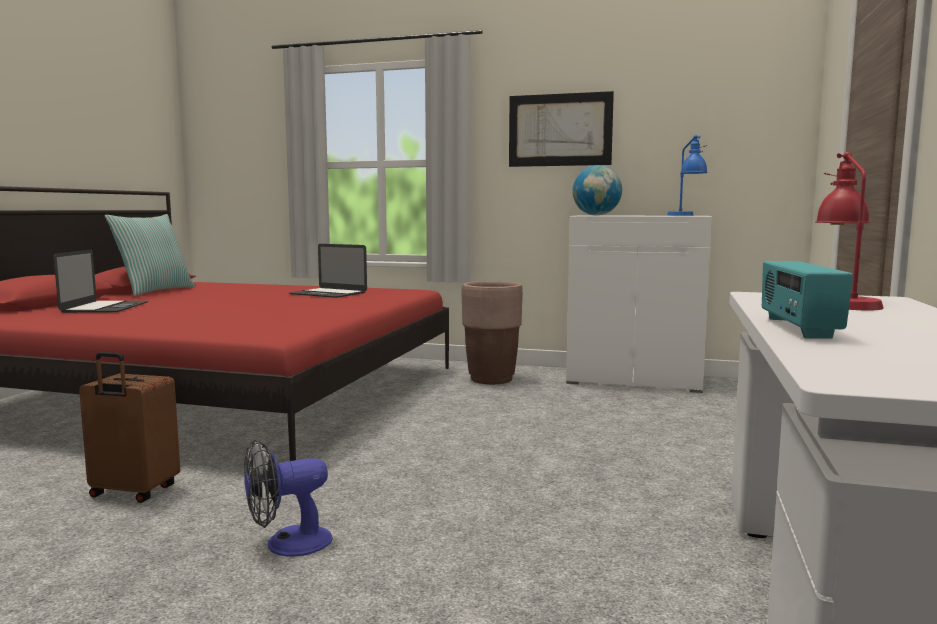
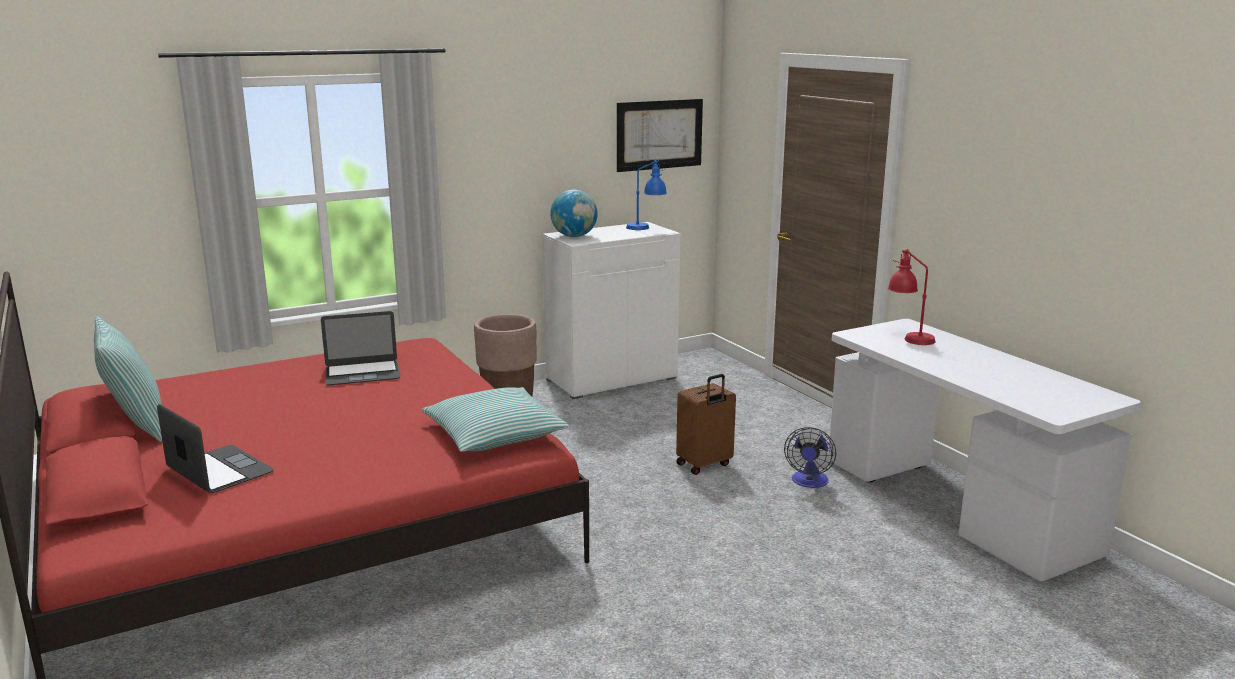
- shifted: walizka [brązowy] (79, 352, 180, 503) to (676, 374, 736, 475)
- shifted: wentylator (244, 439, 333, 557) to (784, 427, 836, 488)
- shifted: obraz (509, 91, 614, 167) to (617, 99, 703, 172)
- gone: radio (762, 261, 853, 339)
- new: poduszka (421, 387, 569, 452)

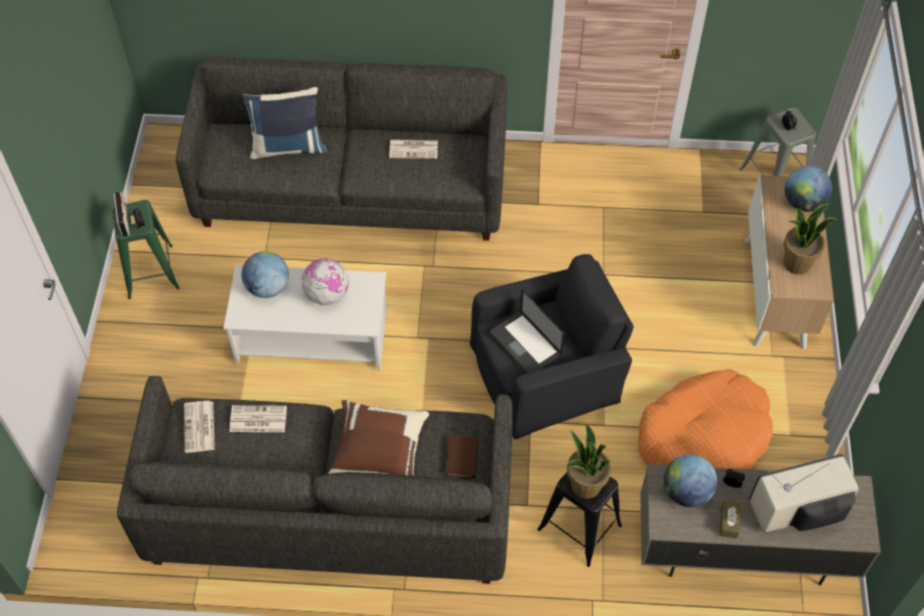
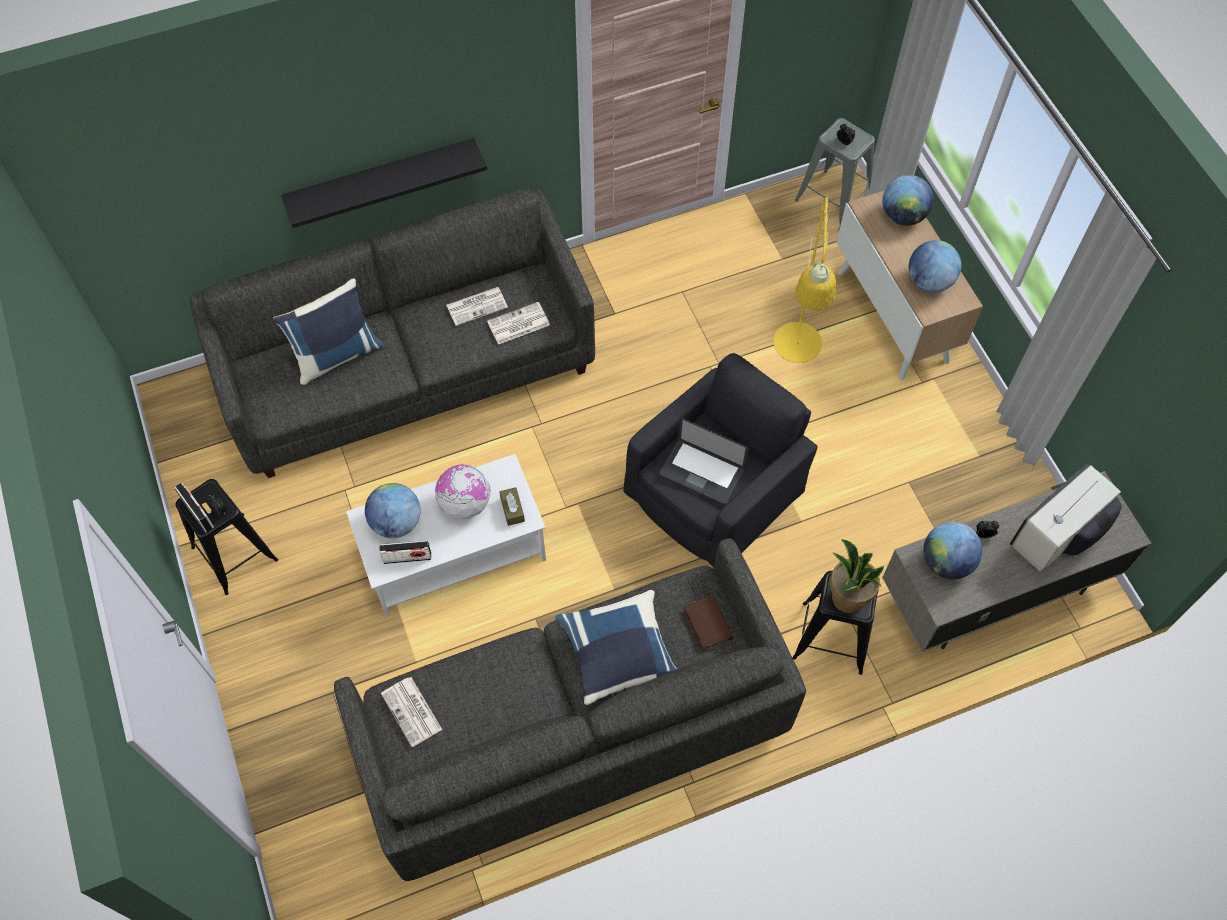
- repainted: stołek [zielony] (112, 200, 180, 299) to stołek [czarny] (176, 479, 278, 595)
- shifted: gazeta (230, 405, 287, 432) to (487, 302, 550, 345)
- repainted: poduszka [brązowy] (328, 400, 430, 476) to poduszka [niebieski] (555, 589, 677, 705)
- gone: legowisko [pomarańczowy] (638, 369, 773, 470)
- shifted: pudełko chusteczek [brązowy] (720, 501, 741, 538) to (499, 487, 525, 526)
- swapped: roślina doniczkowa (783, 203, 838, 275) to globus (909, 240, 962, 292)
- new: półka [czarny] (281, 138, 487, 228)
- new: radio (379, 540, 431, 564)
- new: lampa stojąca [żółty] (773, 196, 836, 363)

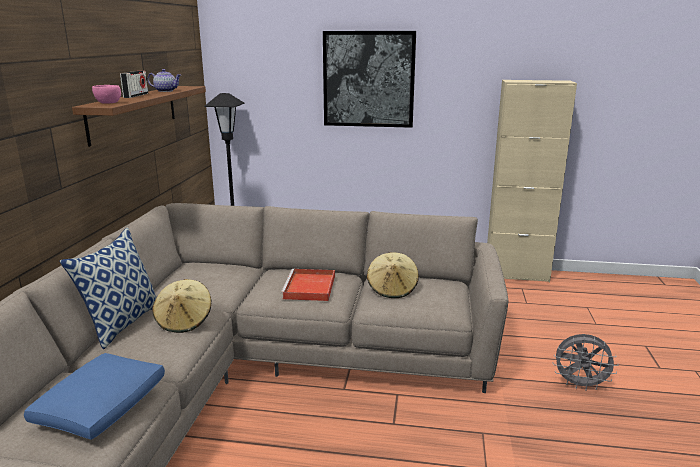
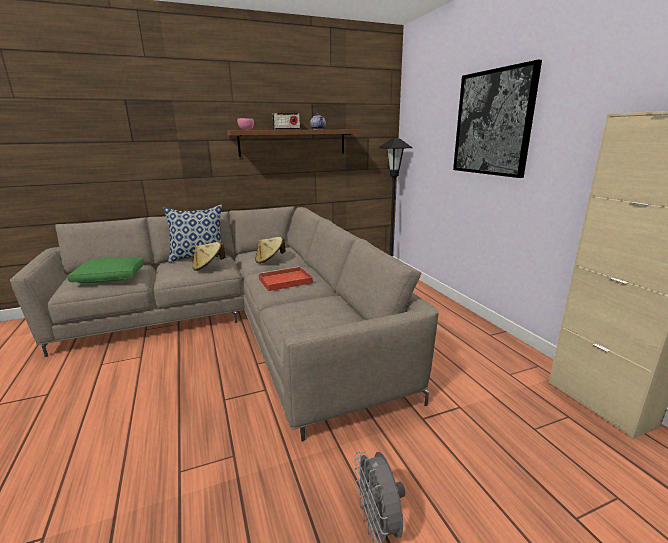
- repainted: poduszka [niebieski] (24, 353, 165, 440) to poduszka [zielony] (67, 257, 145, 283)
- shifted: kapelusz [beżowy] (367, 252, 419, 298) to (255, 237, 286, 264)

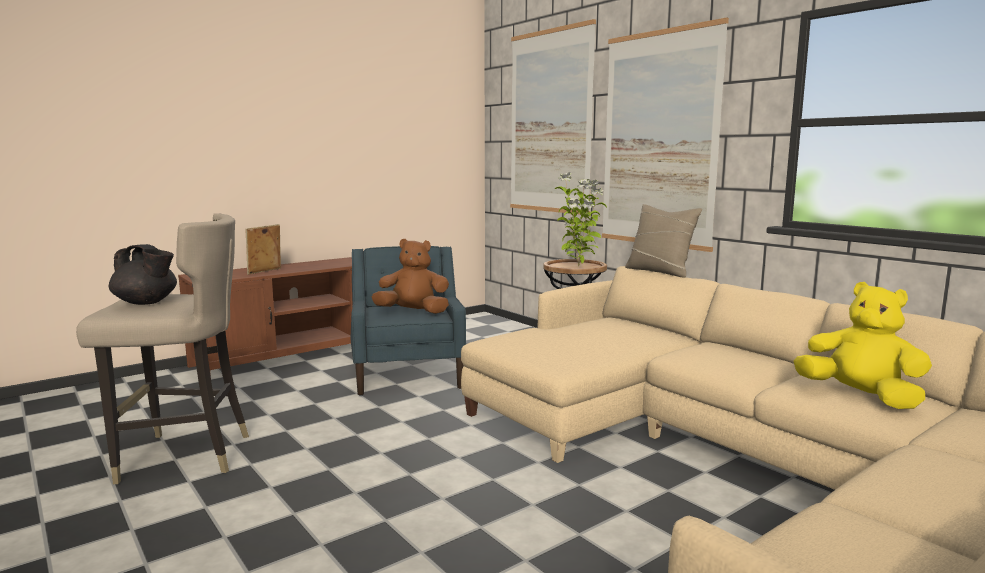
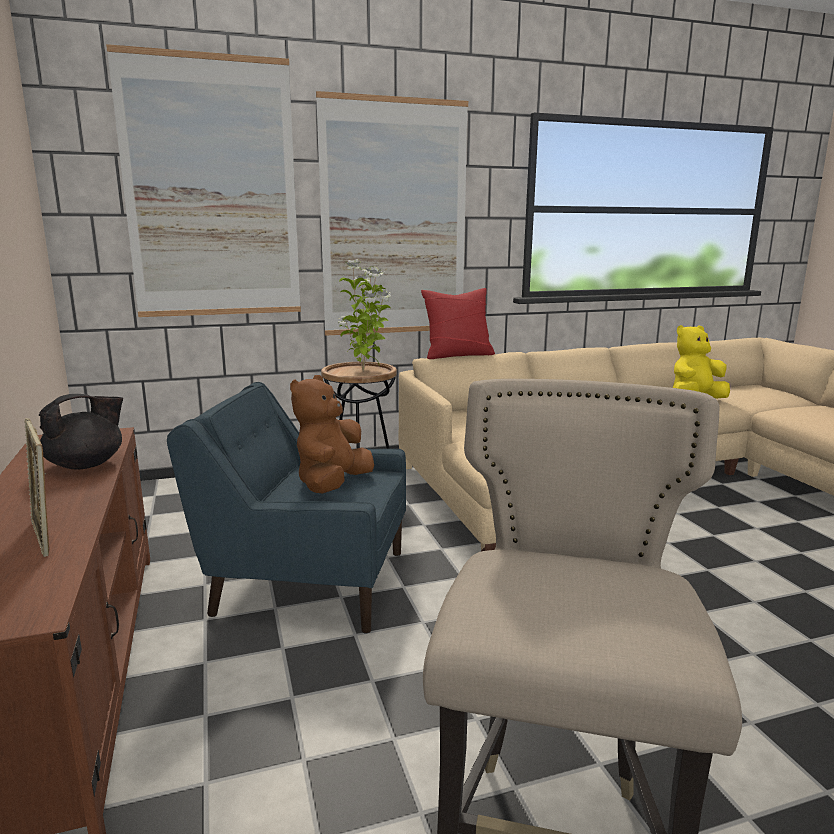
- shifted: imbryk [czarny] (109, 244, 177, 305) to (39, 394, 123, 469)
- repainted: poduszka [beżowy] (625, 204, 702, 277) to poduszka [czerwony] (421, 288, 495, 359)

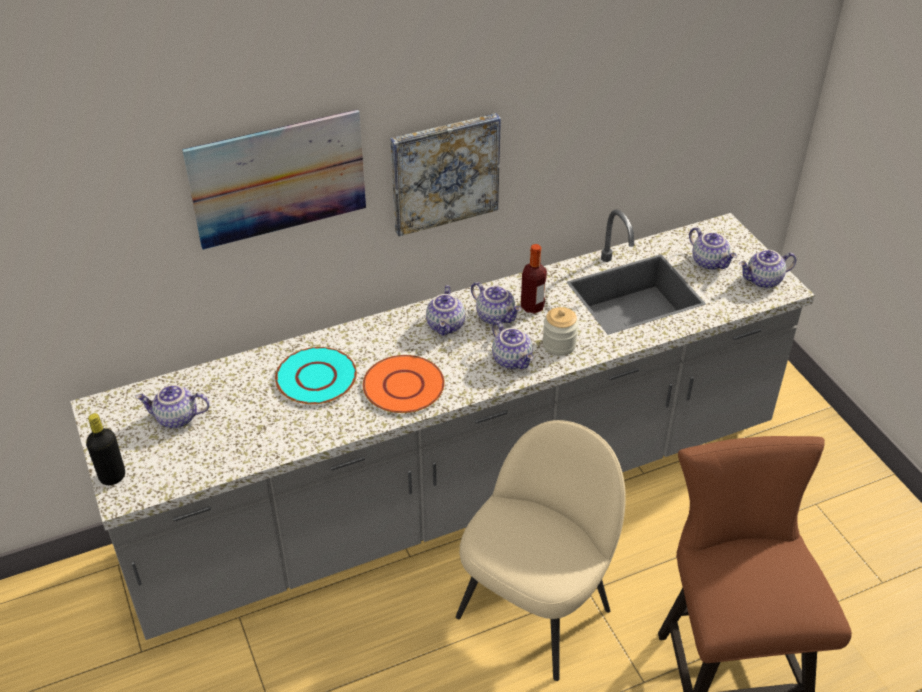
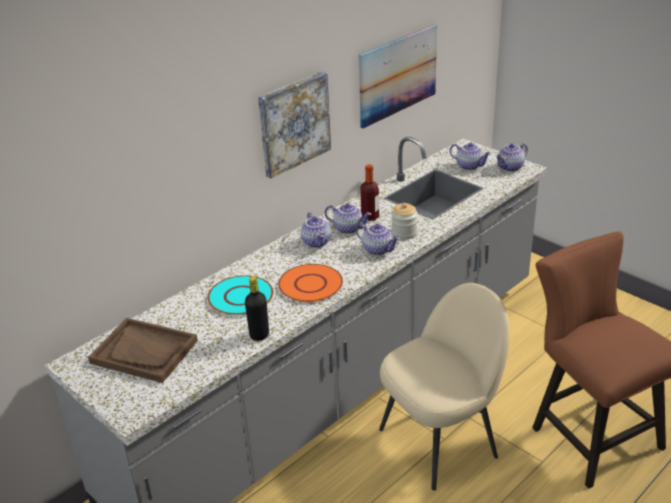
- shifted: butelka [czarny] (86, 413, 125, 485) to (245, 276, 269, 341)
- swapped: imbryk (136, 385, 210, 428) to taca [brązowy] (88, 318, 198, 383)
- shifted: obraz (182, 109, 366, 250) to (359, 24, 437, 129)
- rotated: krzesło [beżowy] (456, 420, 626, 681) = (379, 283, 510, 491) 45 degrees clockwise

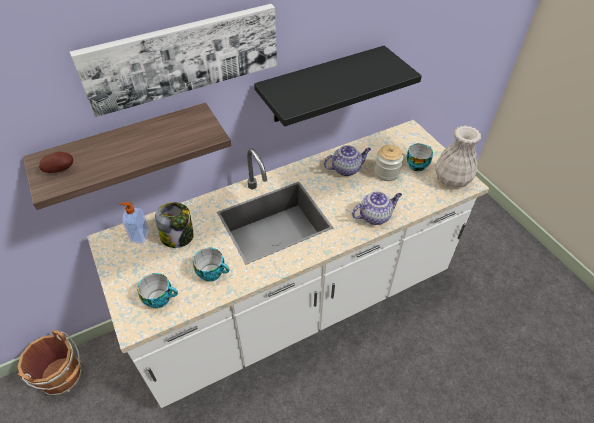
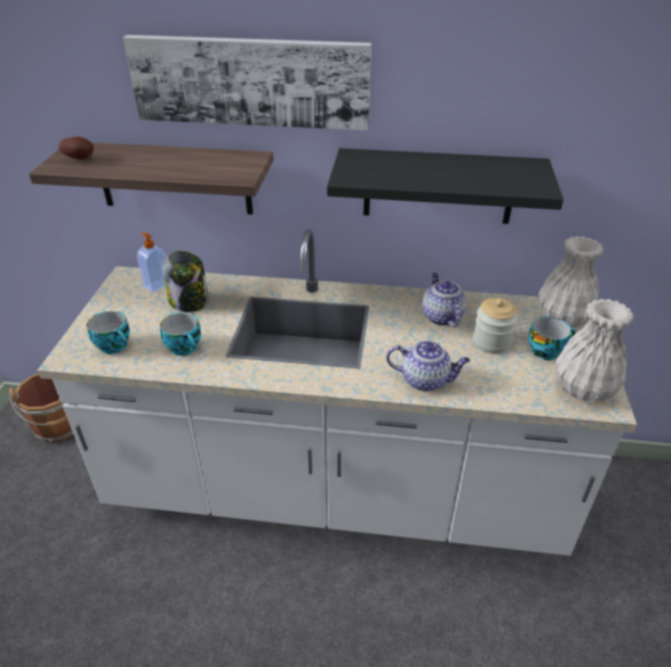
- rotated: imbryk (324, 145, 371, 176) = (422, 273, 467, 327) 120 degrees counterclockwise
- new: wazon [biały] (538, 236, 604, 328)

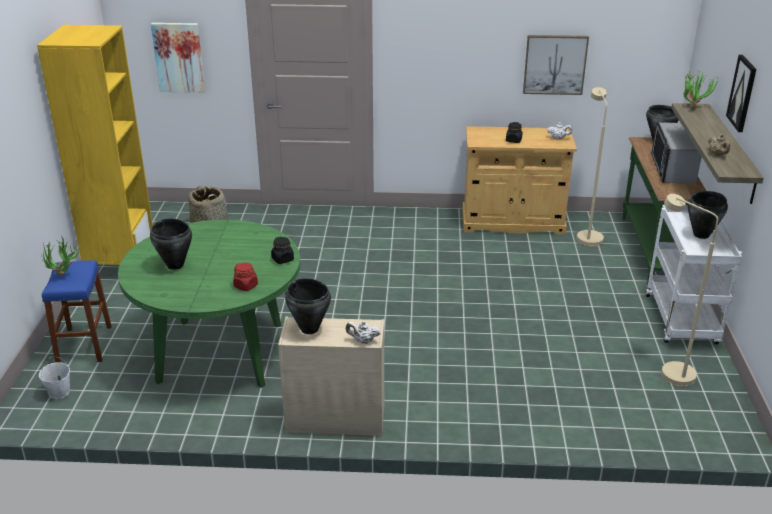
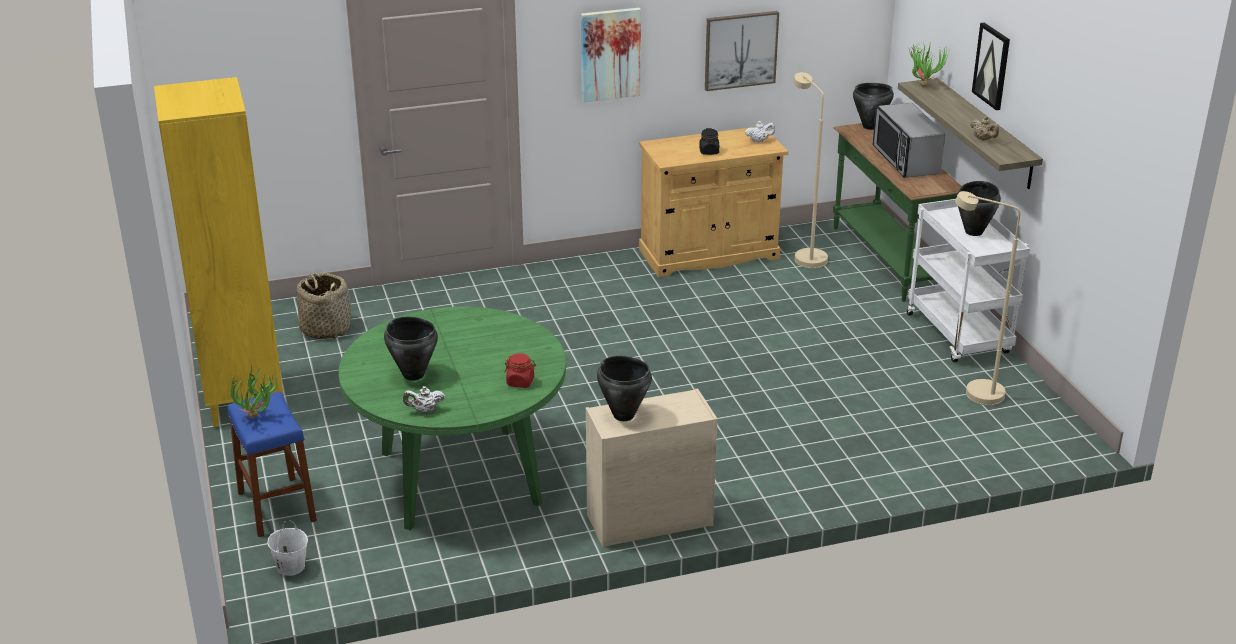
- shifted: obraz (151, 23, 205, 93) to (581, 8, 641, 102)
- gone: słoik [czarny] (271, 237, 294, 264)
- shifted: imbryk [biały] (346, 321, 381, 344) to (403, 386, 445, 413)

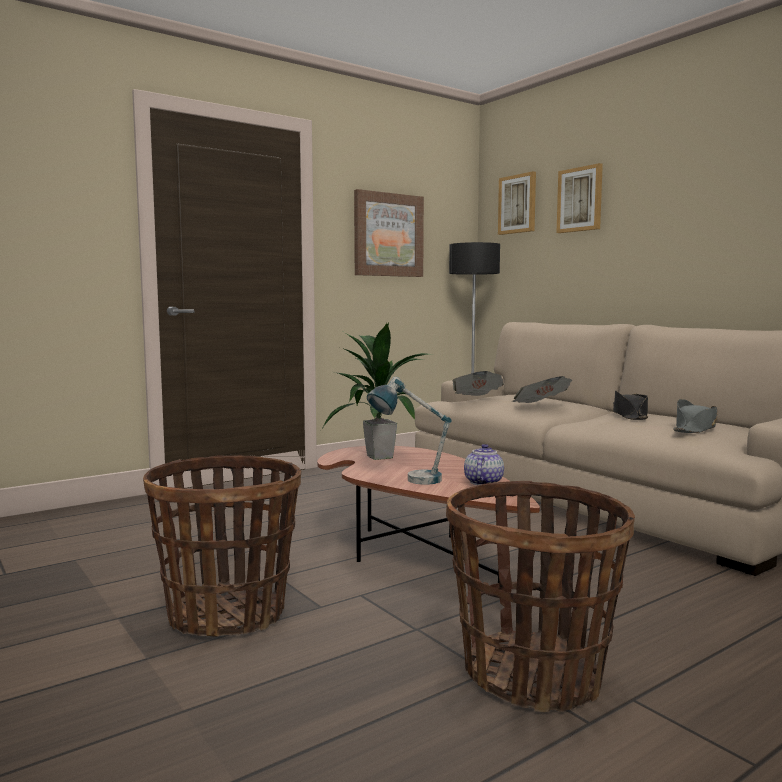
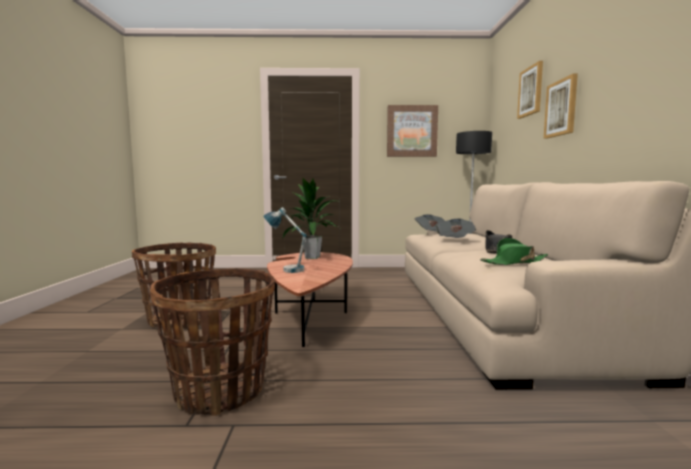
- gone: imbryk (464, 444, 504, 485)
- shifted: obraz (498, 171, 536, 235) to (544, 74, 578, 139)
- repainted: kapelusz [szary] (673, 399, 717, 433) to kapelusz [zielony] (480, 238, 548, 265)

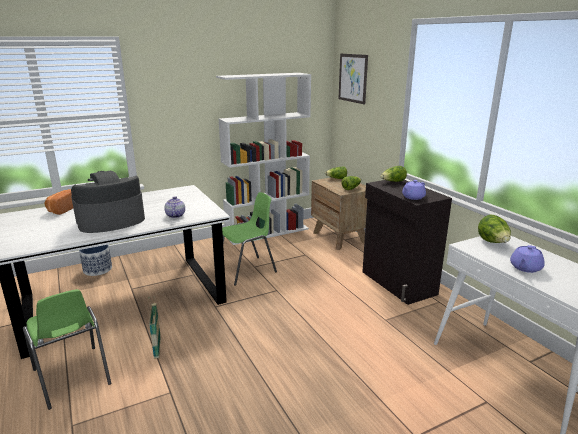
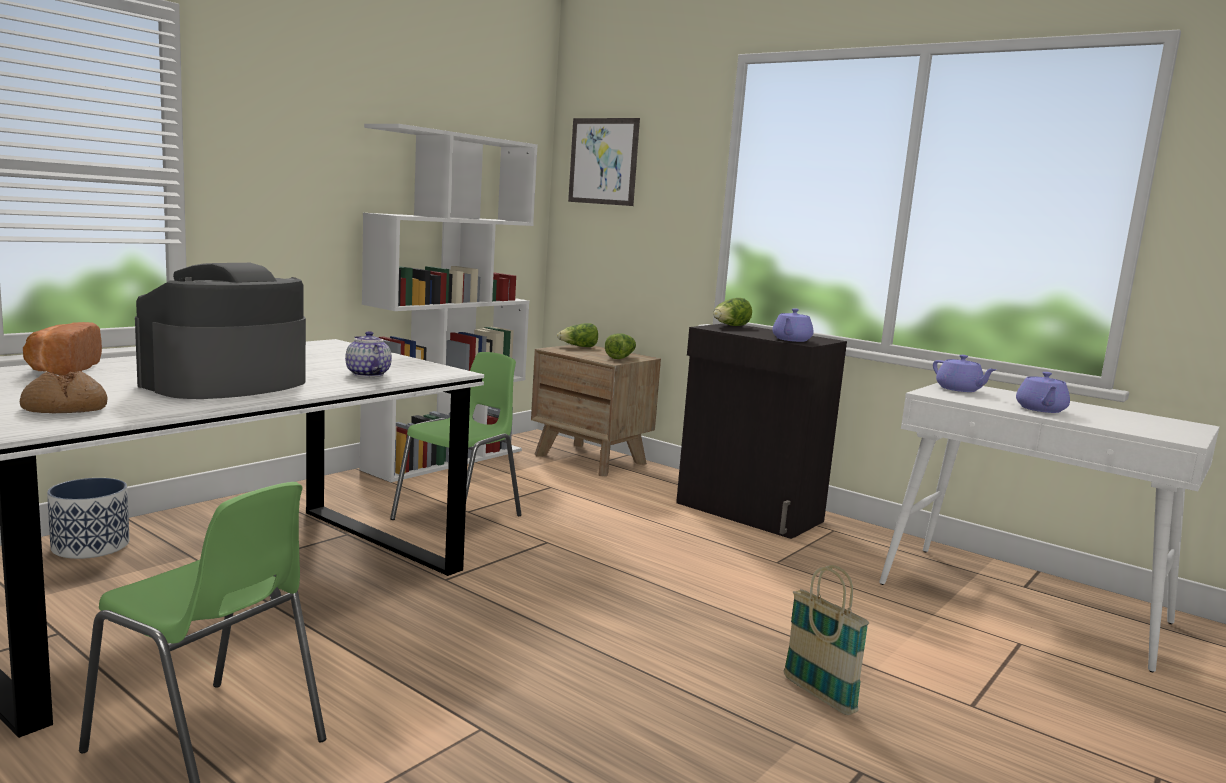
- shifted: koszyk (148, 297, 161, 359) to (784, 565, 869, 715)
- swapped: sałata (478, 215, 511, 243) to imbryk [fioletowy] (933, 355, 997, 392)
- new: chleb (20, 371, 107, 413)

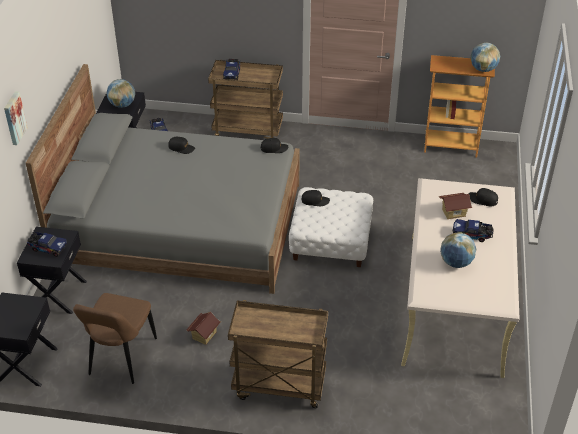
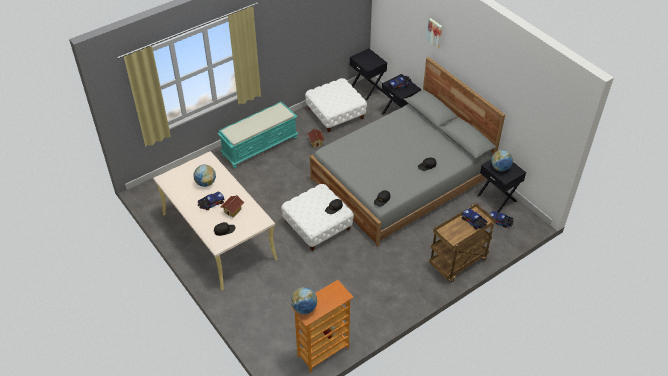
- swapped: krzesło [brązowy] (73, 293, 157, 384) to pufa [biały] (305, 78, 367, 132)
- swapped: wózek [brązowy] (228, 300, 328, 408) to ławka [turkusowy] (217, 101, 298, 168)

